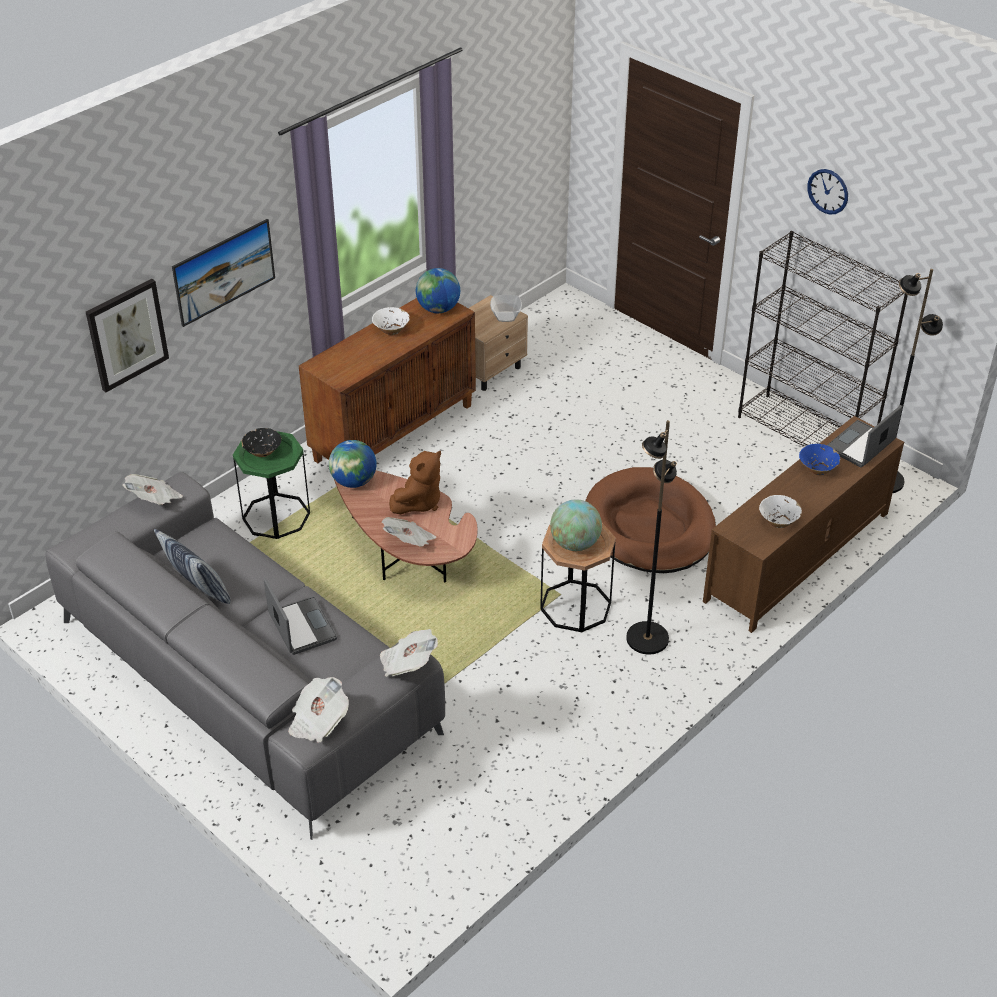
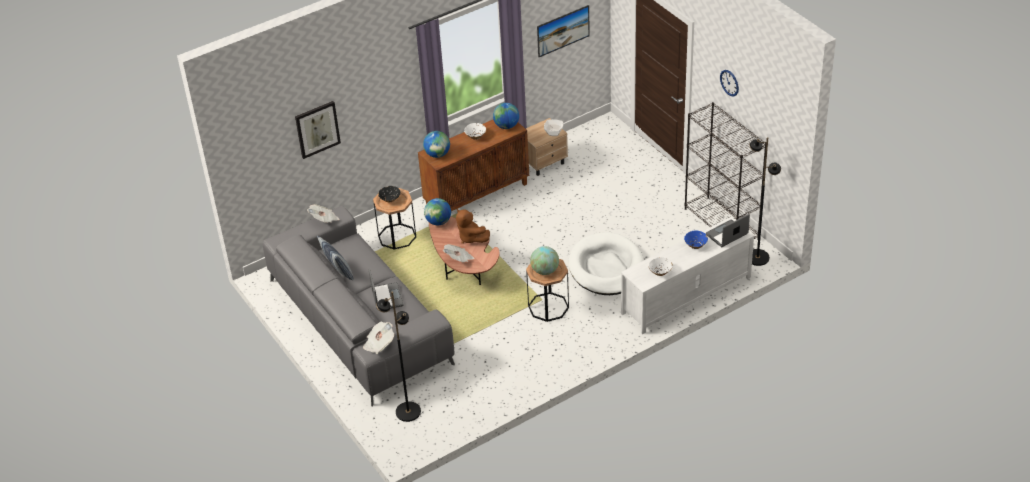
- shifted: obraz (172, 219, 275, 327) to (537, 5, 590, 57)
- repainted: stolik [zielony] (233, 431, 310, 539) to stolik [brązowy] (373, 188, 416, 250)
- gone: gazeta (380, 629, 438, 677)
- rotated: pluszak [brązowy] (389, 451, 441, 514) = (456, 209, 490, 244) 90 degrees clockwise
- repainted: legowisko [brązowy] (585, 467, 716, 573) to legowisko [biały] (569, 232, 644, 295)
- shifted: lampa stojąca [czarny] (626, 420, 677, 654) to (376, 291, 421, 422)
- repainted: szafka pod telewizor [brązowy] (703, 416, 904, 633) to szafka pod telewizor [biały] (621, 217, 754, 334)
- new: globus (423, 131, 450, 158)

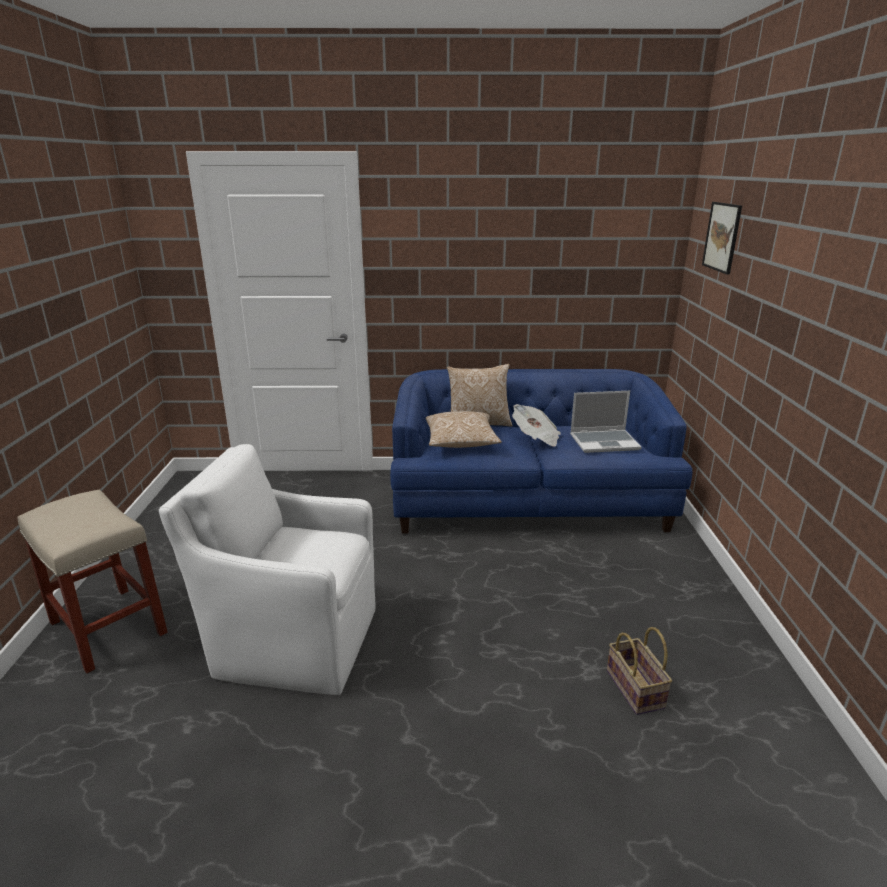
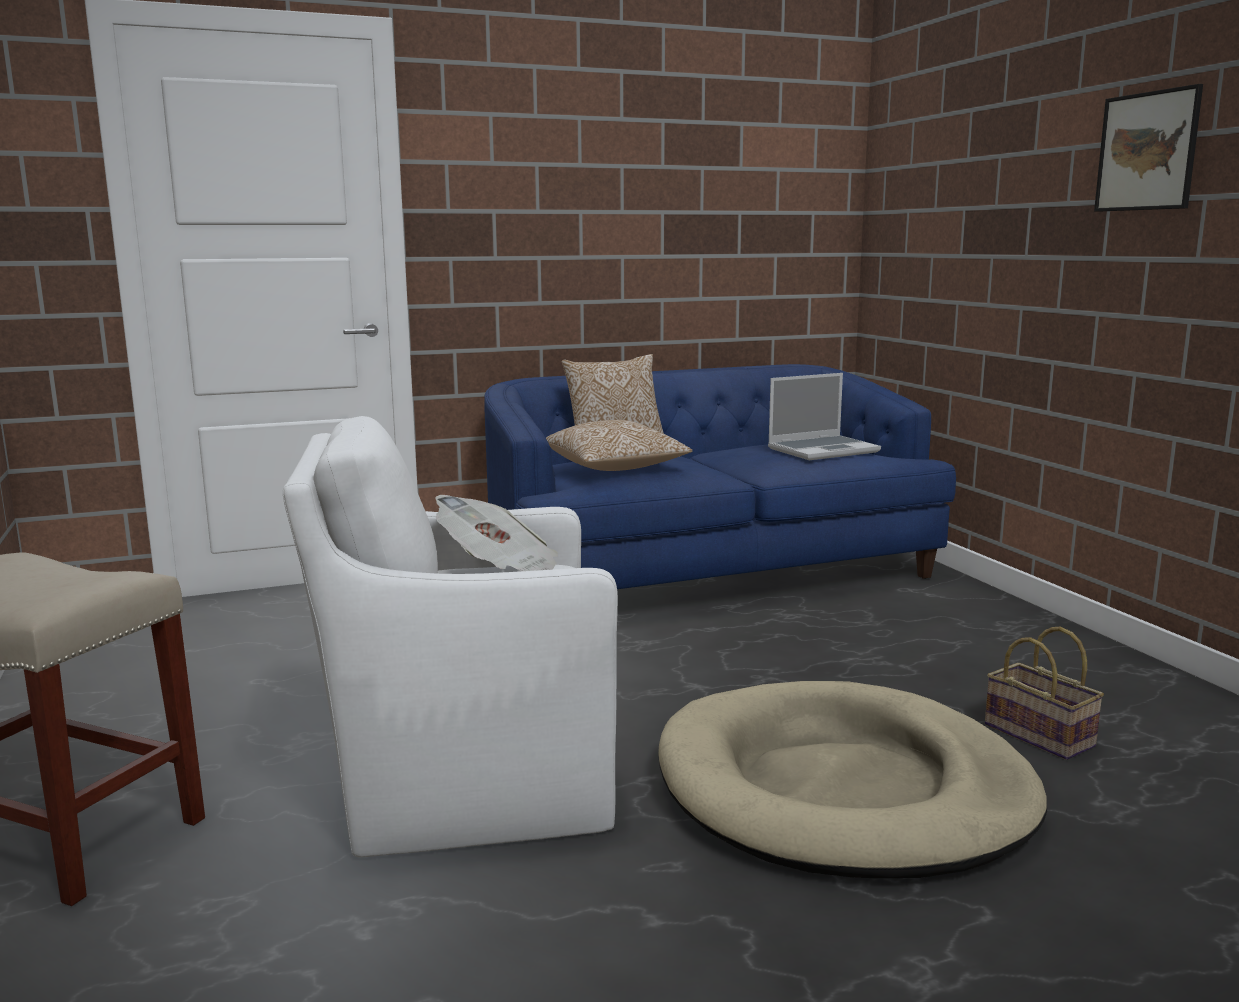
- shifted: gazeta (512, 404, 561, 447) to (435, 495, 558, 571)
- shifted: obraz (702, 202, 742, 275) to (1094, 84, 1203, 212)
- new: legowisko [beżowy] (658, 681, 1047, 878)

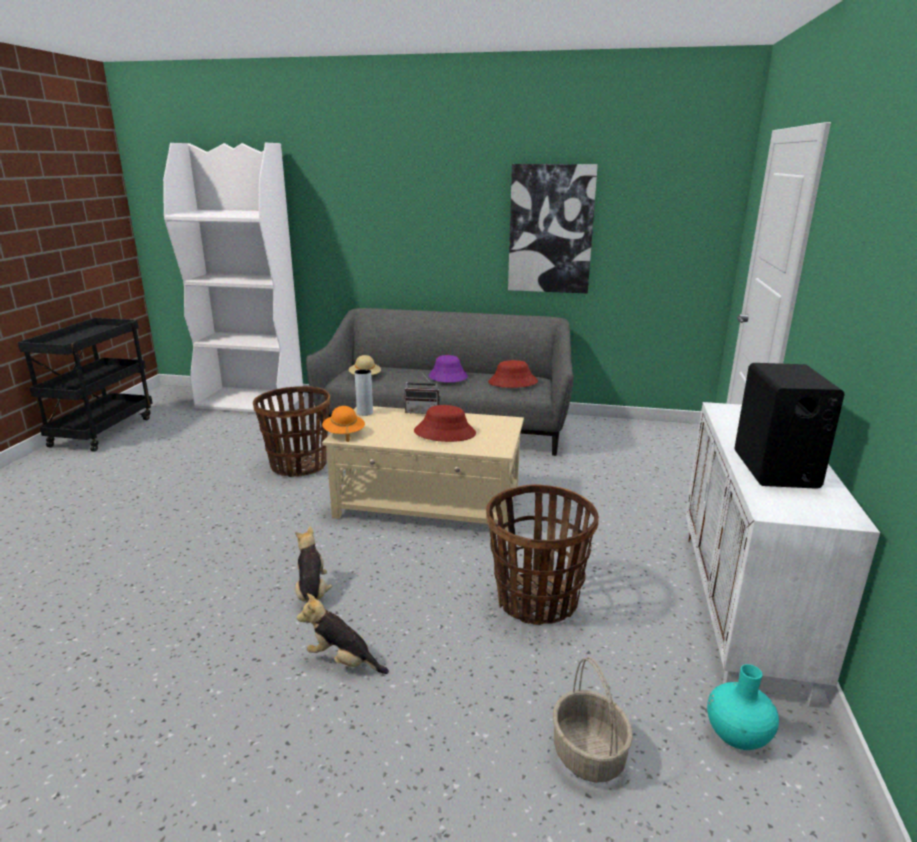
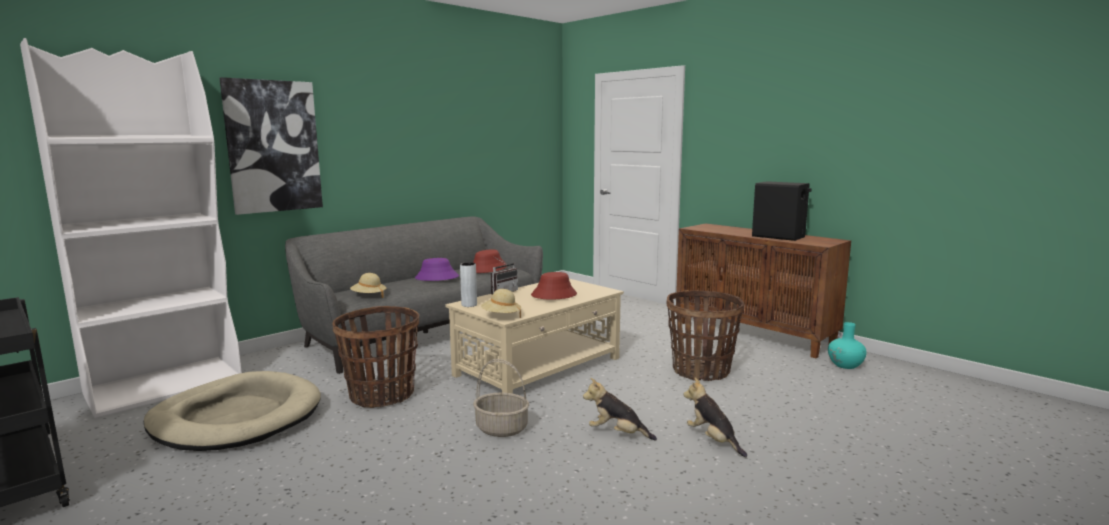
- rotated: pluszak (297, 593, 389, 674) = (684, 378, 747, 457) 90 degrees clockwise
- repainted: kapelusz [pomarańczowy] (322, 406, 365, 442) to kapelusz [beżowy] (481, 289, 521, 318)
- shifted: obraz (508, 164, 598, 293) to (219, 77, 323, 215)
- shifted: koszyk (553, 657, 633, 783) to (473, 359, 529, 437)
- repainted: szafka [biały] (685, 402, 880, 708) to szafka [brązowy] (676, 223, 851, 358)
- new: legowisko [beżowy] (144, 371, 321, 451)

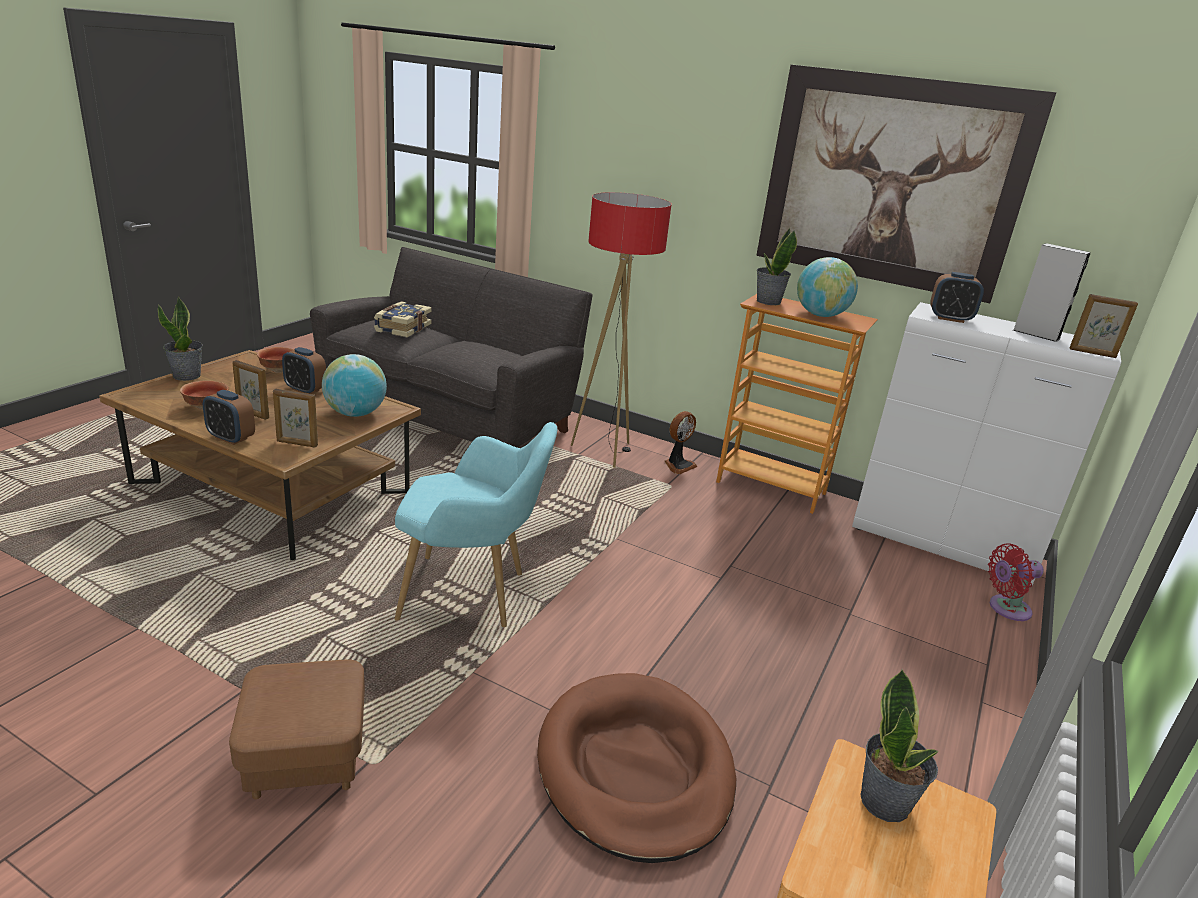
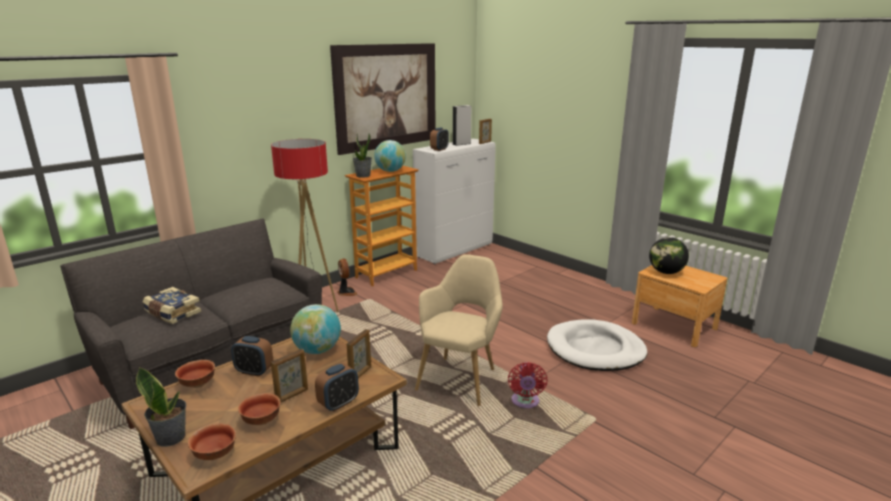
- gone: pufa [brązowy] (229, 659, 365, 799)
- rotated: budzik (282, 347, 326, 394) = (231, 336, 273, 377) 60 degrees clockwise
- repainted: fotel [turkusowy] (395, 422, 557, 627) to fotel [beżowy] (415, 254, 503, 406)
- repainted: legowisko [brązowy] (537, 673, 736, 863) to legowisko [biały] (547, 319, 647, 371)
- swapped: roślina doniczkowa (860, 669, 938, 822) to globus (649, 237, 689, 274)
- shifted: wentylator [czerwony] (988, 543, 1044, 621) to (508, 362, 547, 408)
- new: miska (188, 423, 236, 460)

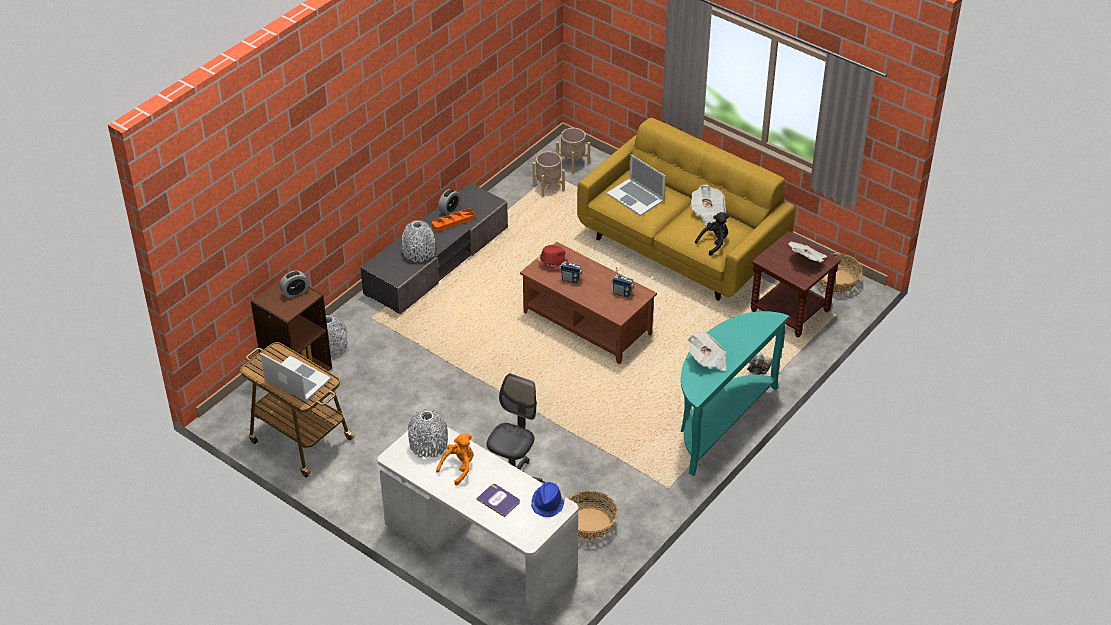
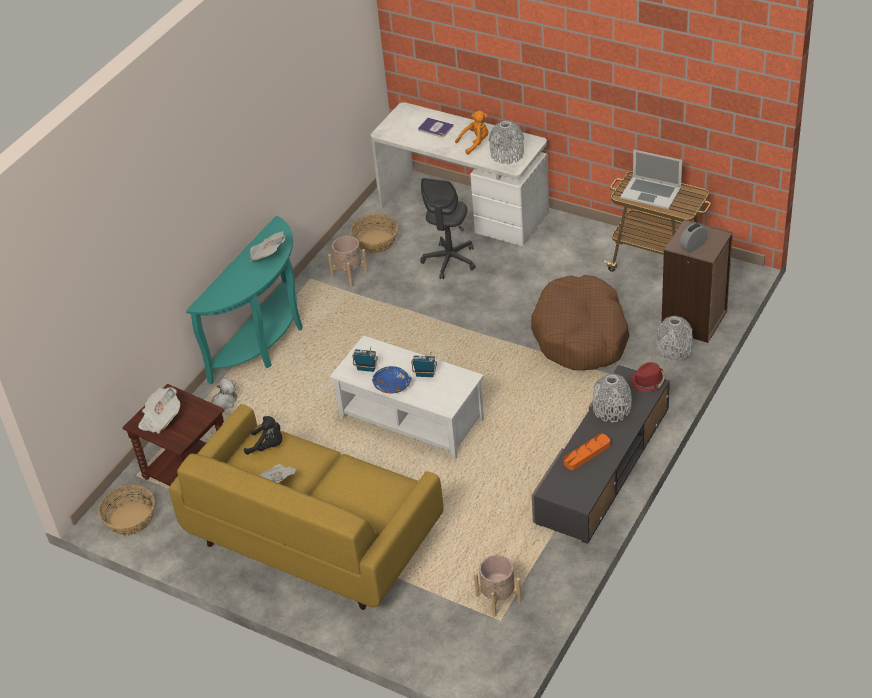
- rotated: pluszak [pomarańczowy] (436, 433, 474, 485) = (455, 111, 488, 155) 150 degrees counterclockwise
- gone: budzik (438, 189, 461, 215)
- repainted: ława [brązowy] (520, 242, 657, 364) to ława [biały] (330, 335, 484, 459)
- gone: kapelusz [niebieski] (531, 482, 565, 517)
- shifted: kapelusz [czerwony] (537, 245, 568, 268) to (631, 362, 665, 392)
- shifted: donica [beżowy] (556, 128, 590, 174) to (328, 236, 368, 286)
- gone: laptop (607, 154, 666, 216)
- rotated: pluszak [czarny] (695, 212, 729, 256) = (244, 416, 282, 455) 120 degrees counterclockwise
- new: miska [niebieski] (372, 366, 412, 393)
- new: legowisko [brązowy] (531, 275, 630, 370)

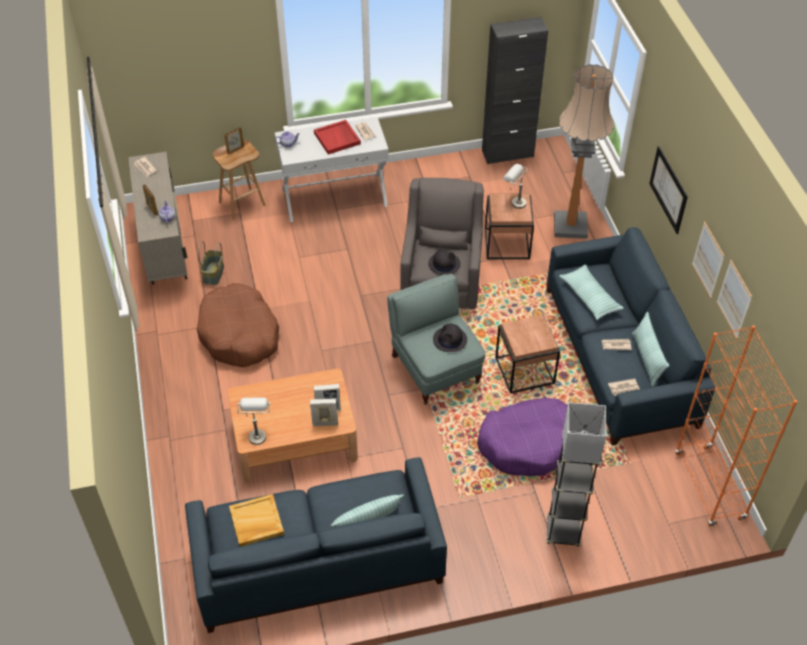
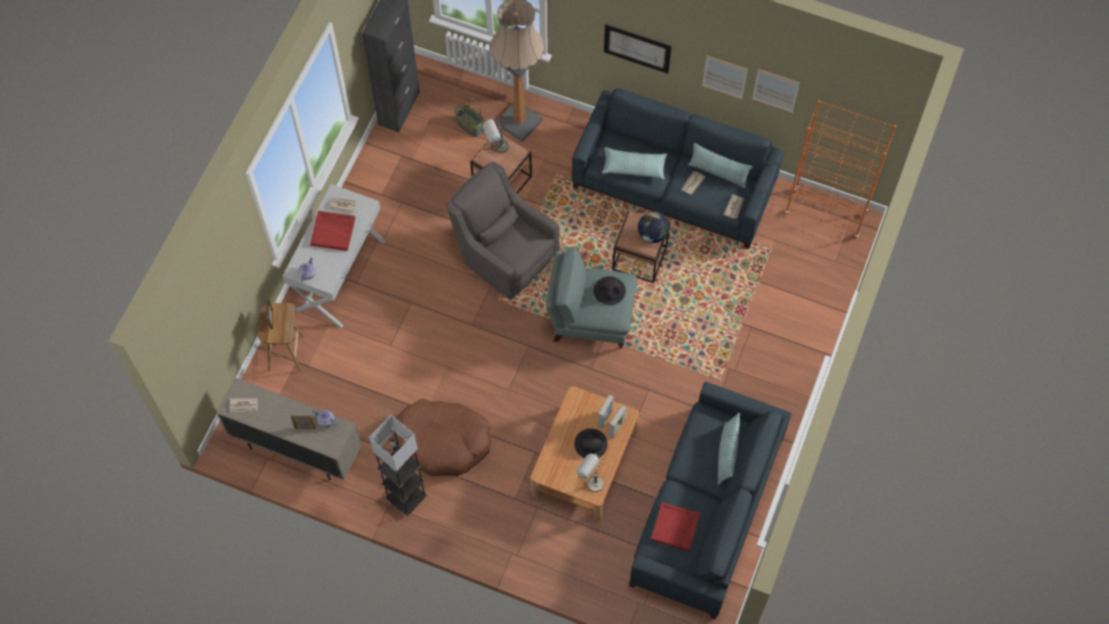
- shifted: koszyk (199, 241, 224, 285) to (455, 96, 484, 137)
- repainted: taca [beżowy] (229, 494, 284, 547) to taca [czerwony] (651, 502, 700, 552)
- shifted: kapelusz [czarny] (428, 249, 461, 275) to (574, 428, 608, 458)
- gone: legowisko [fioletowy] (477, 398, 568, 476)
- shifted: lampa stojąca [szary] (547, 402, 606, 547) to (369, 415, 427, 517)
- new: globus (638, 211, 670, 243)

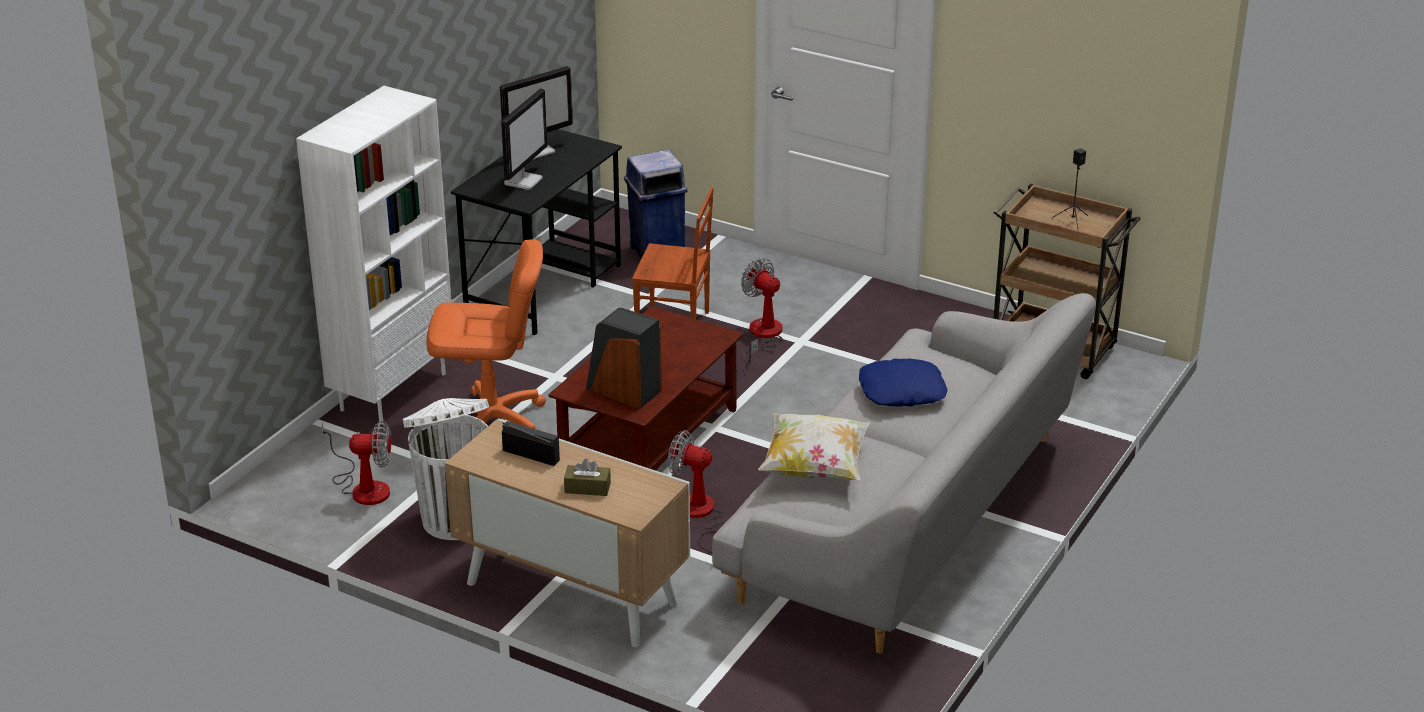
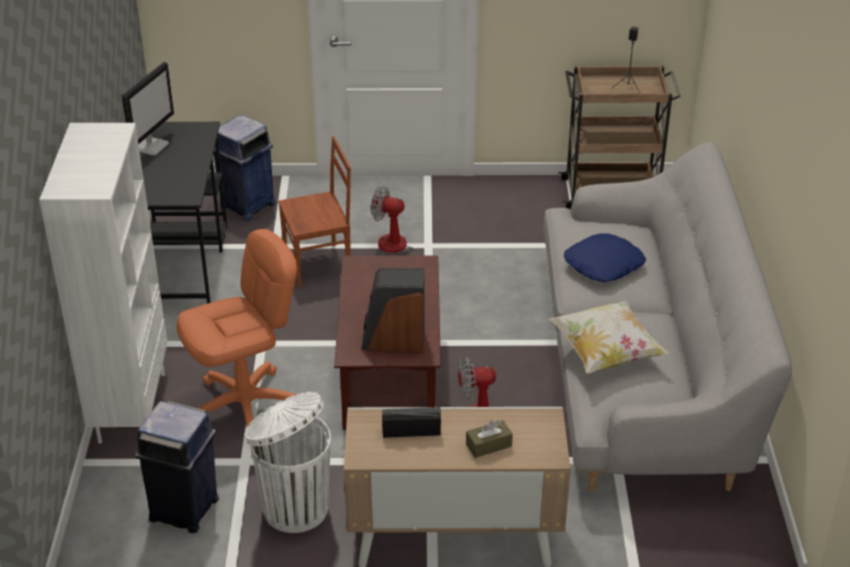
- swapped: wentylator (321, 421, 391, 505) to kosz na śmieci [niebieski] (135, 401, 219, 533)
- gone: monitor (501, 88, 547, 190)

